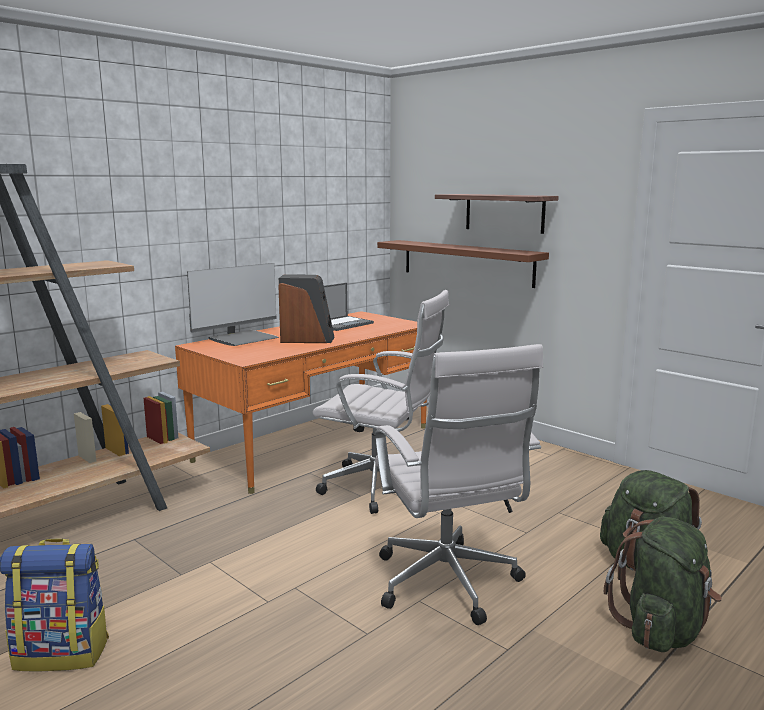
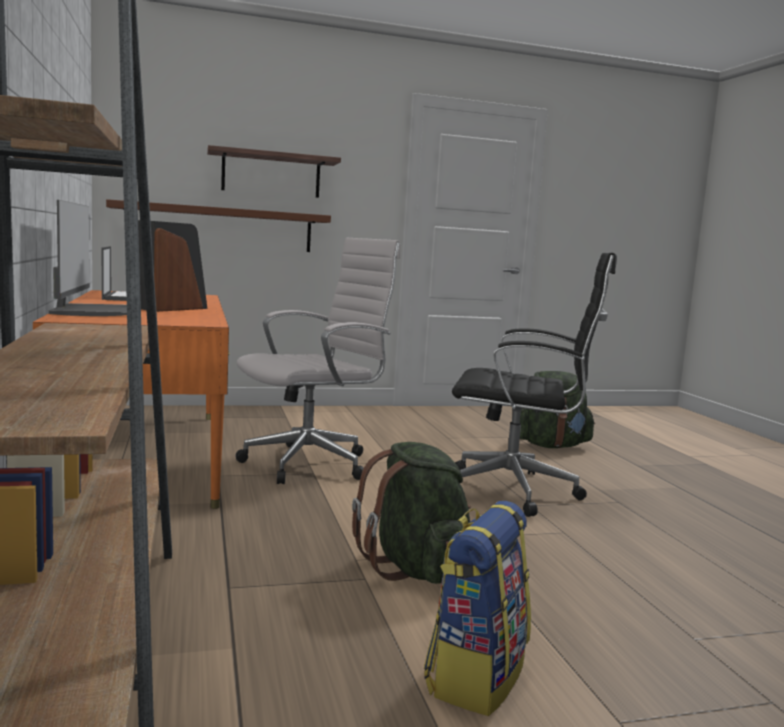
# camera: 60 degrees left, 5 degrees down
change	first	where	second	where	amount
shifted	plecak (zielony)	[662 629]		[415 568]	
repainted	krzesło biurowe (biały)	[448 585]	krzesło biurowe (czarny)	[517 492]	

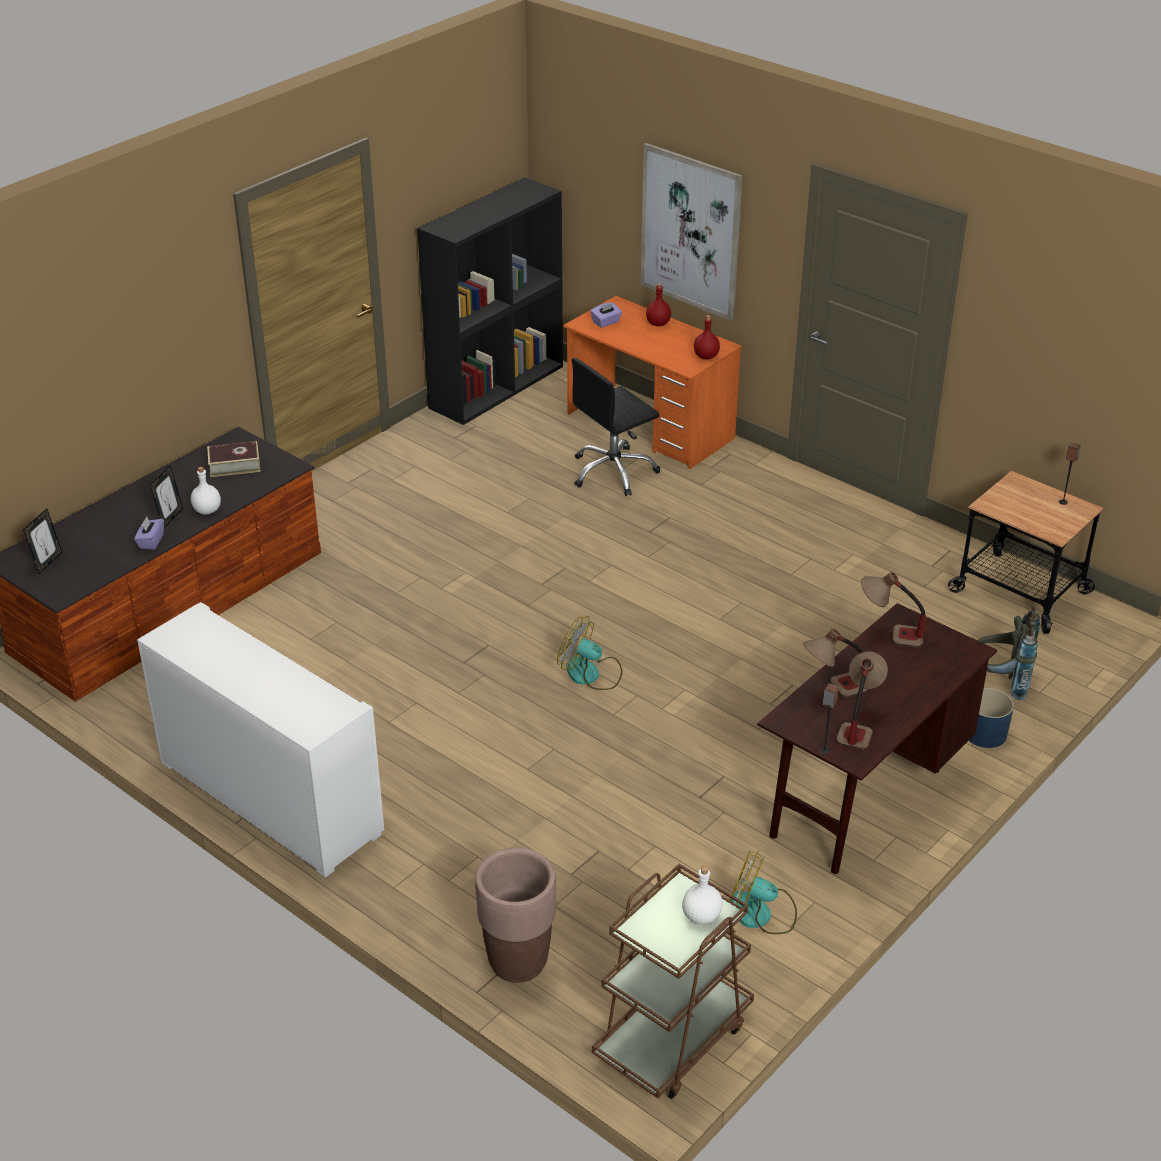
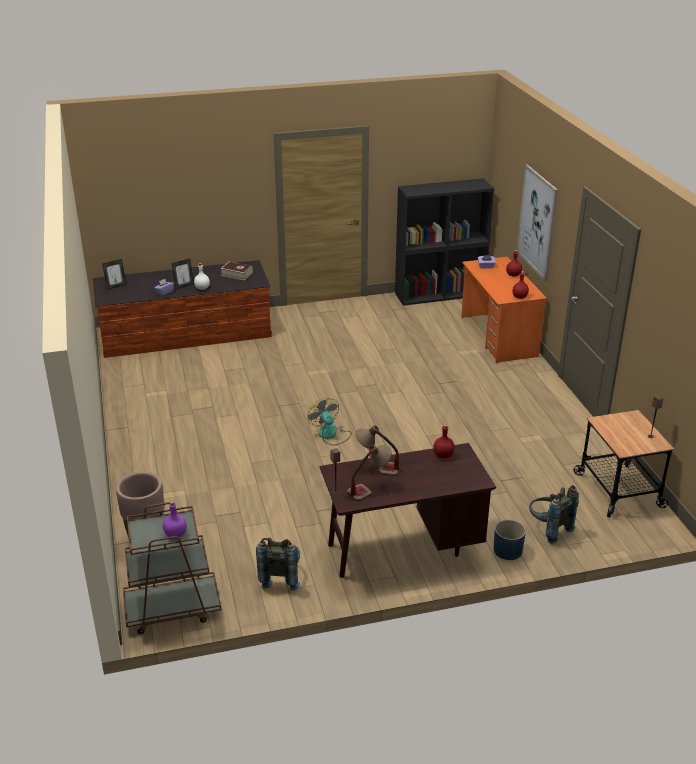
# camera: 35 degrees right, 5 degrees down
change	first	where	second	where	amount
gone	szafka (biały)	[270 797]			
gone	krzesło biurowe (czarny)	[613 472]			
swapped	wentylator	[760 914]	plecak (szary)	[280 576]	
swapped	lampa stołowa	[889 635]	butelka (czerwony)	[443 455]	
repainted	butelka (biały)	[702 917]	butelka (fioletowy)	[175 534]	

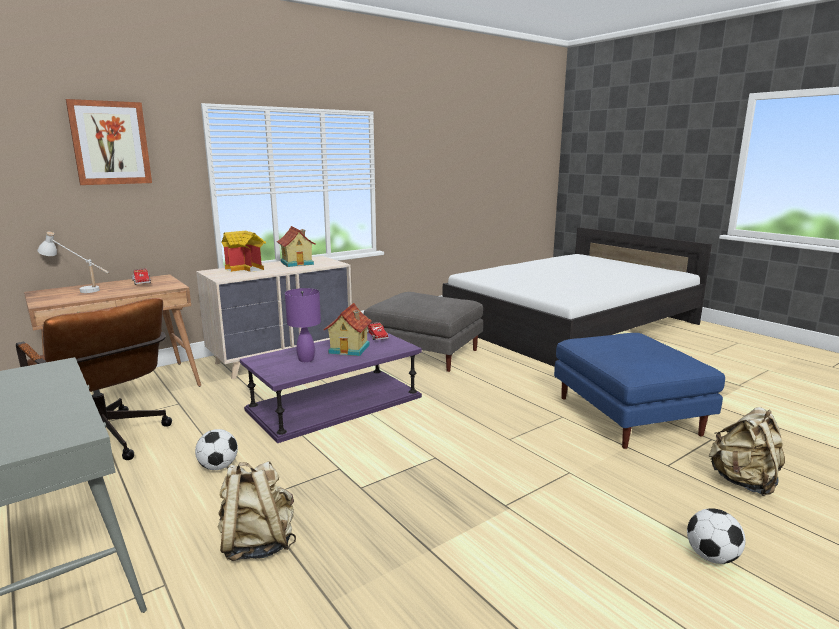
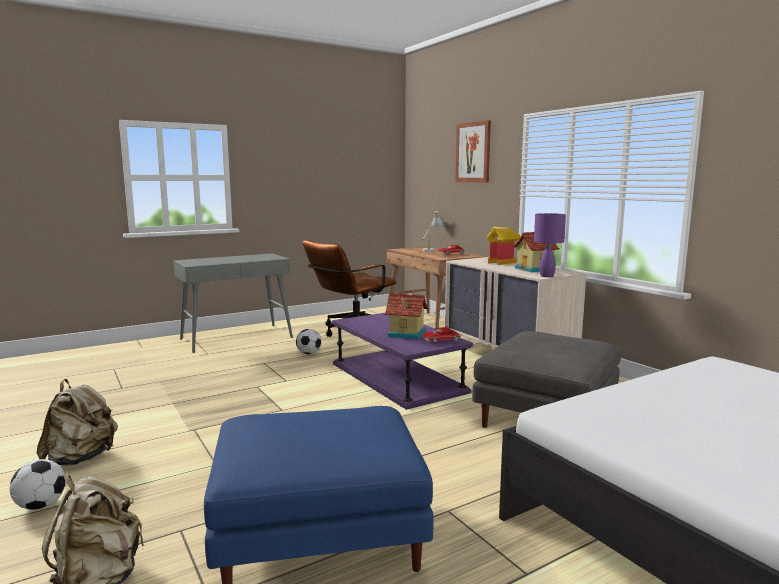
# camera: 95 degrees right, 5 degrees down
change	first	where	second	where	amount
shifted	plecak (beżowy)	[258 544]		[81 459]	
shifted	lampa stołowa (fioletowy)	[306 359]		[547 276]	

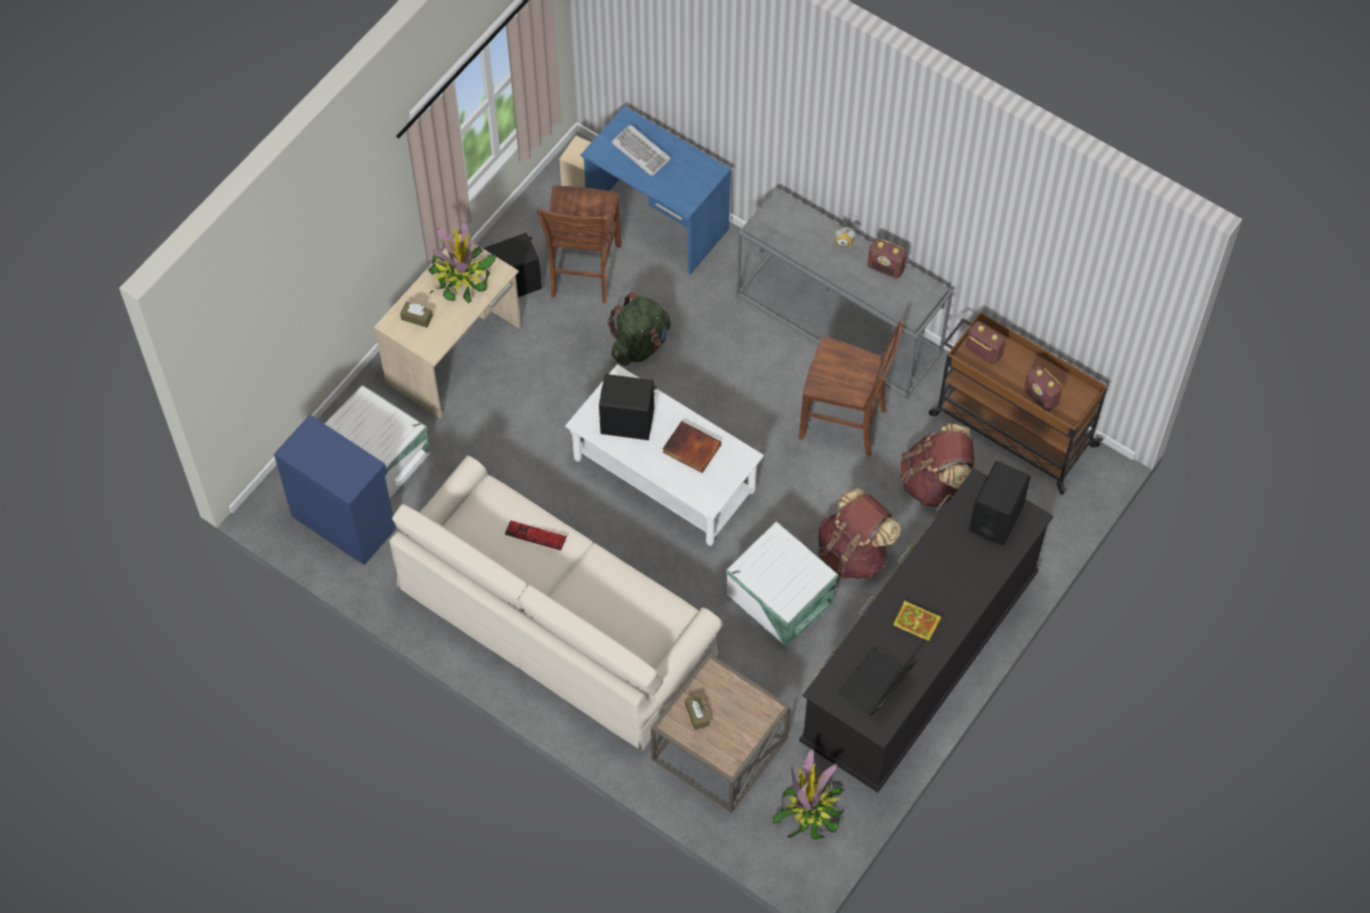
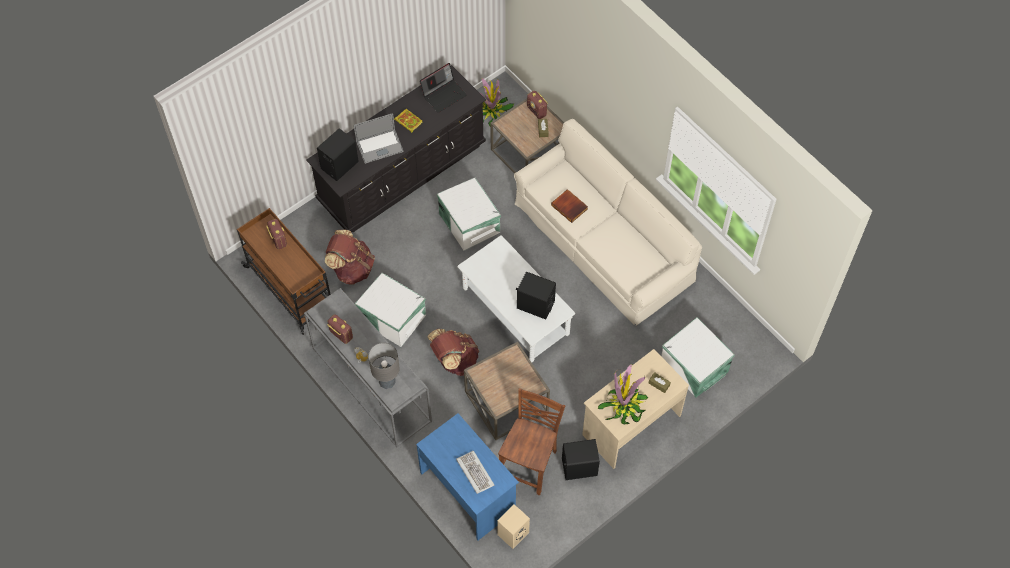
# camera: 165 degrees left, 0 degrees up
change	first	where	second	where	amount
gone	szafka (niebieski)	[344 521]			
gone	klawiatura	[535 536]			
new			laptop	[379 146]	
new			lampa stołowa (szary)	[387 381]	
shifted	książka	[691 449]		[570 207]	
shifted	plecak (brązowy)	[853 553]		[454 360]	
shifted	radio	[983 352]		[537 111]	
swapped	plecak (zielony)	[640 344]	stolik (brązowy)	[506 402]	
swapped	krzesło (brązowy)	[845 423]	pojemnik do przechowywania (biały)	[392 317]	

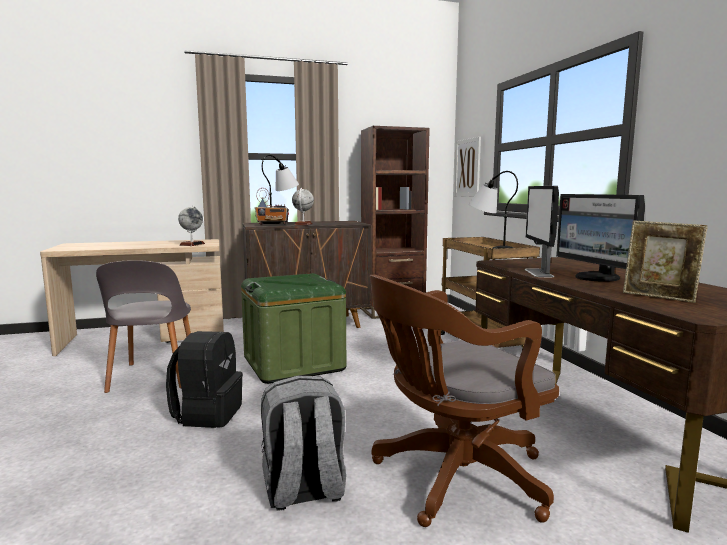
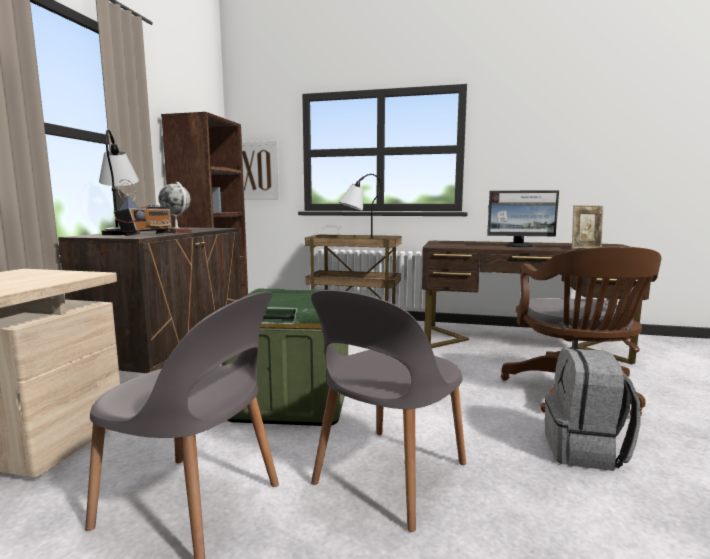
# camera: 60 degrees left, 0 degrees up
change	first	where	second	where	amount
gone	globus	[192 244]			
gone	monitor	[538 273]			
swapped	plecak (czarny)	[208 414]	krzesło (szary)	[388 476]	

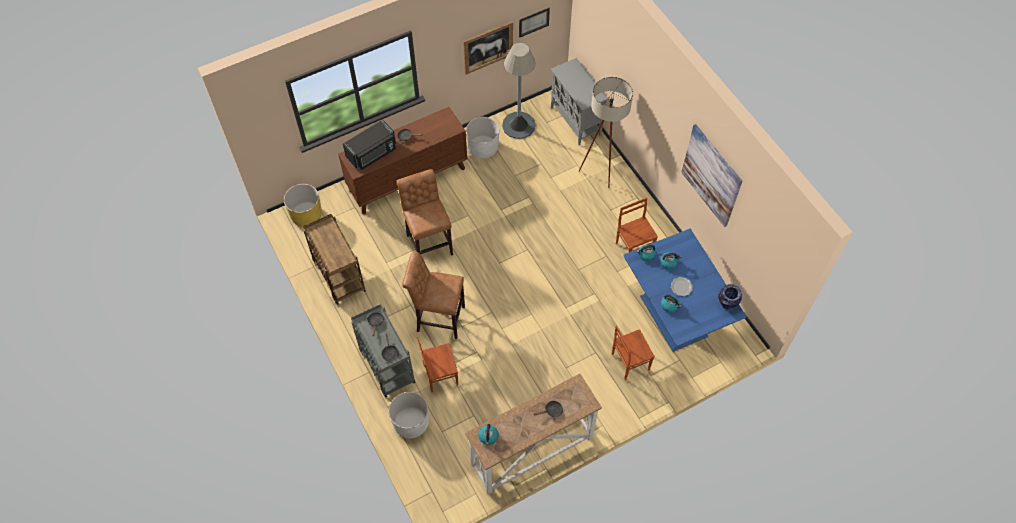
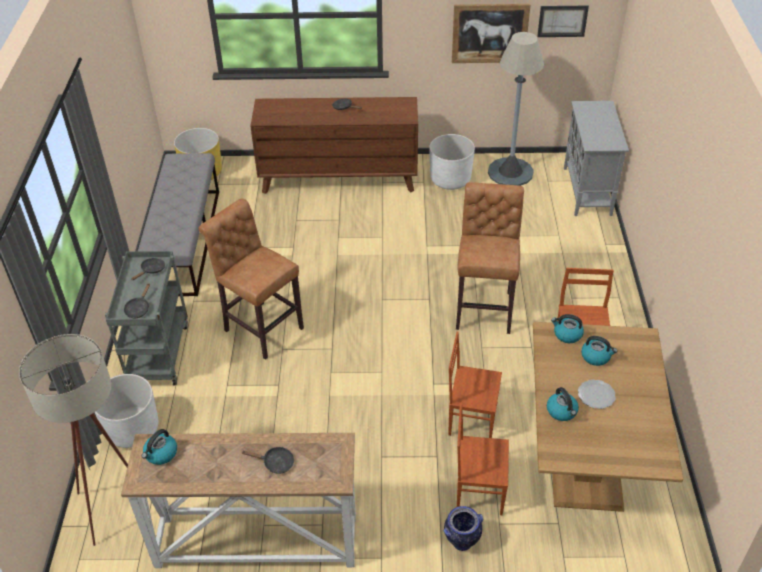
# camera: 30 degrees right, 15 degrees down
change	first	where	second	where	amount
gone	mikrofalówka (czarny)	[372 153]			
gone	obraz	[711 175]			
shifted	stołek (brązowy)	[428 242]		[484 307]	
shifted	krzesło (brązowy)	[440 374]		[472 419]	
shifted	lampa stojąca (beżowy)	[601 169]		[115 506]	
shifted	wazon	[726 305]		[461 543]	
swapped	wózek (brązowy)	[338 276]	ławka (szary)	[185 240]	
repainted	stół jadalny (niebieski)	[674 315]	stół jadalny (brązowy)	[586 460]	

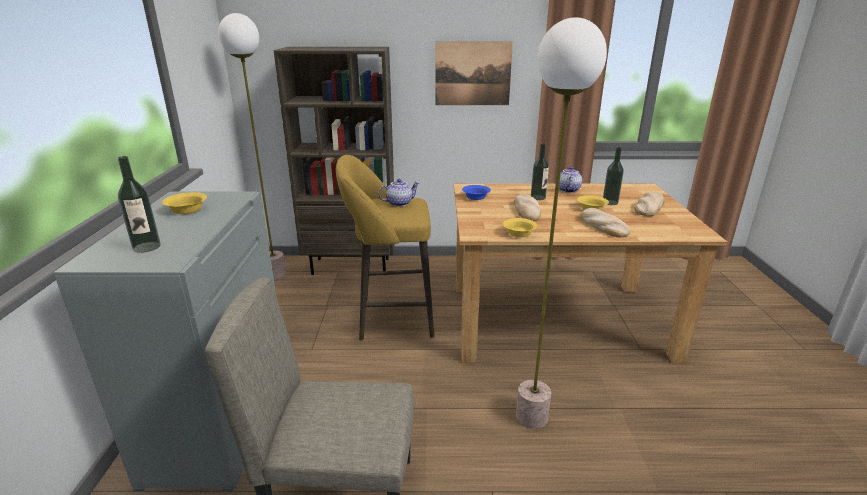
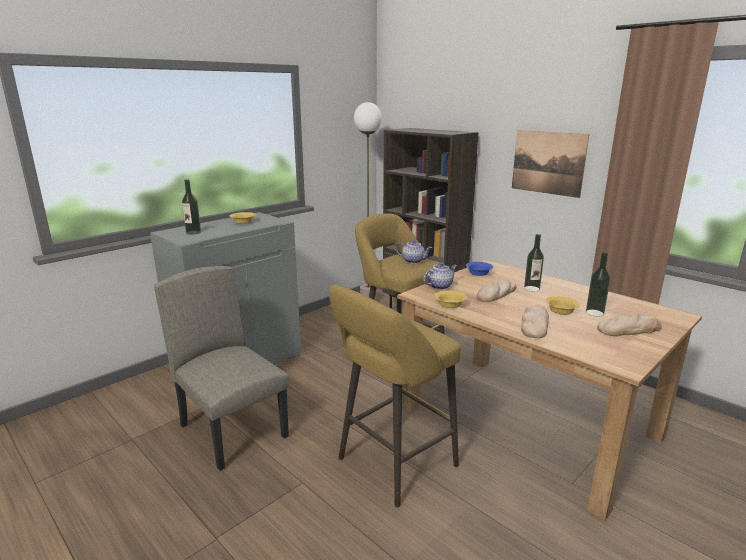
# camera: 45 degrees right, 5 degrees down
change	first	where	second	where	amount
shifted	imbryk	[567 190]		[439 286]	
swapped	lampa stojąca	[531 417]	stołek (żółty)	[392 465]	

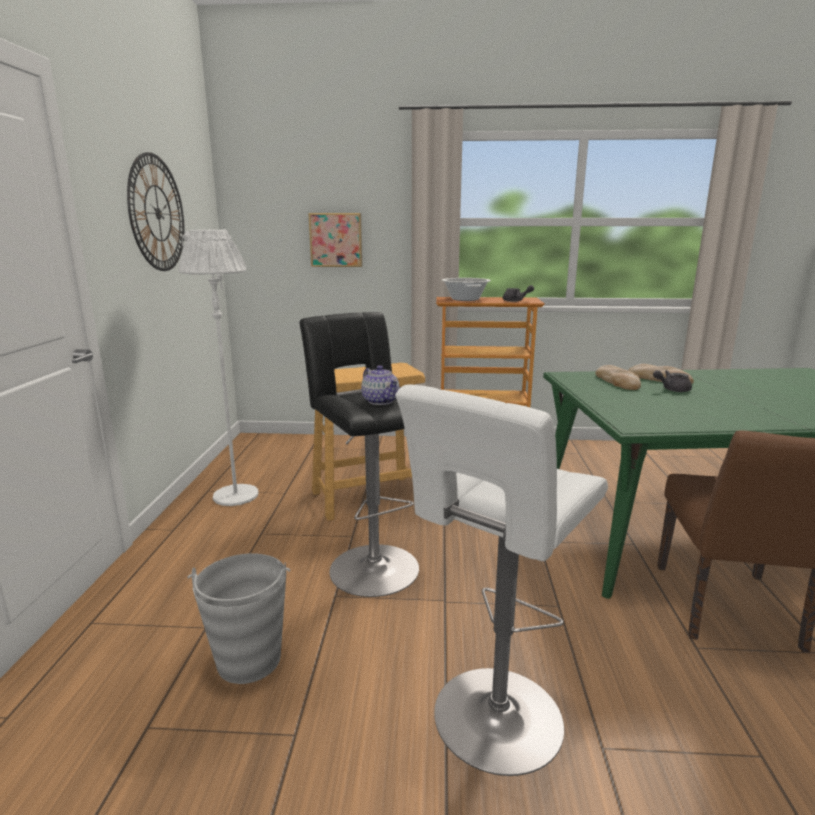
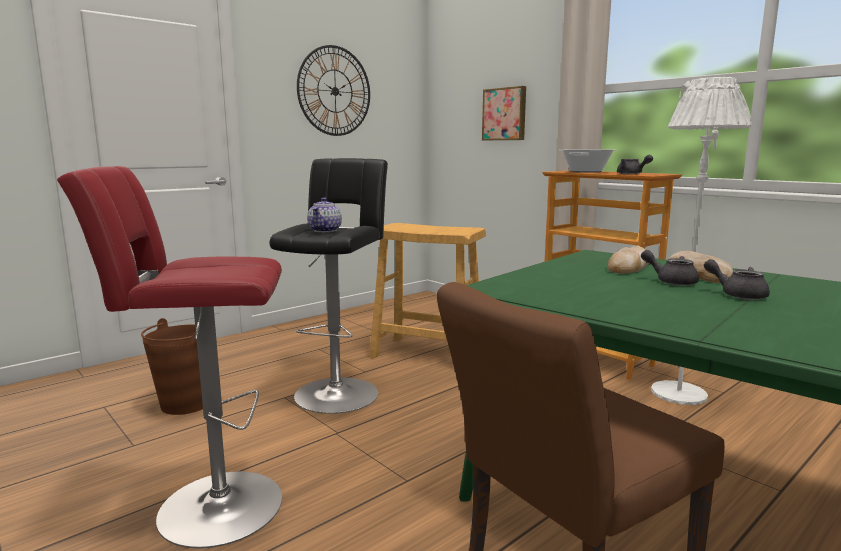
# camera: 45 degrees right, 5 degrees down
change	first	where	second	where	amount
new			imbryk (szary)	[737 294]	
shifted	lampa stojąca (biały)	[236 495]		[678 393]	
repainted	wiadro (szary)	[248 660]	wiadro (brązowy)	[185 404]	
repainted	stołek (biały)	[493 724]	stołek (czerwony)	[211 507]	

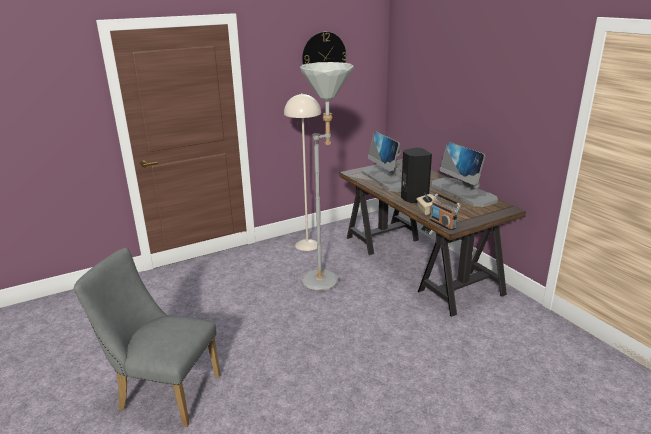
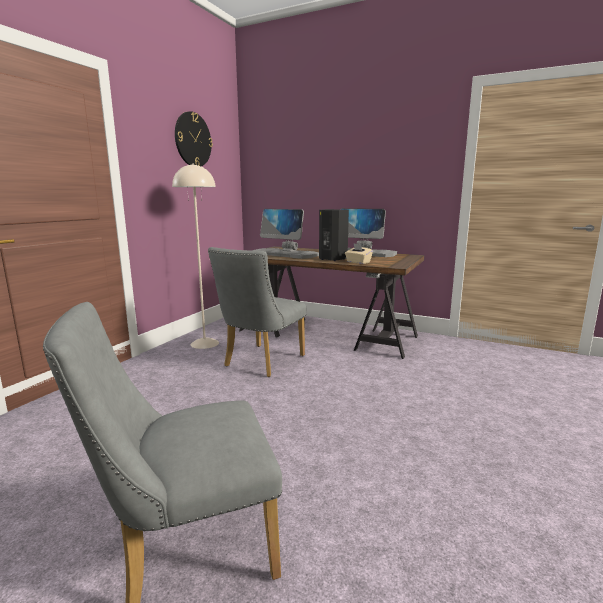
# camera: 35 degrees left, 10 degrees down
change	first	where	second	where	amount
gone	radio	[442 224]			
swapped	lampa stojąca (szary)	[327 279]	krzesło (szary)	[260 362]	

